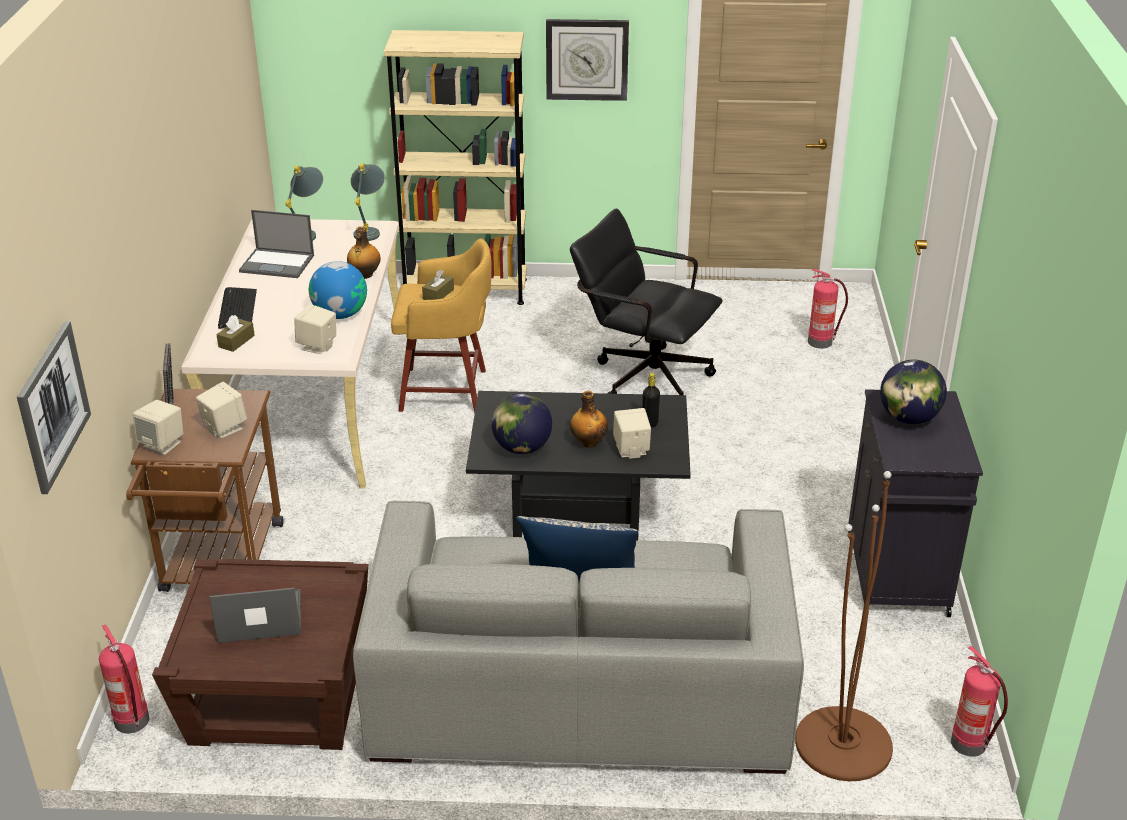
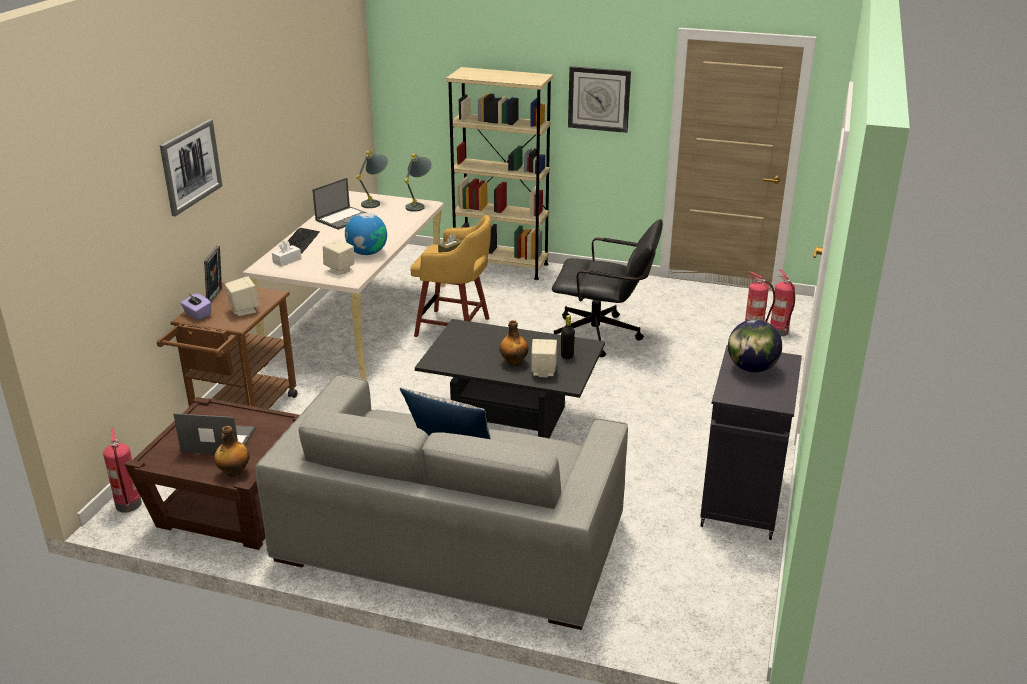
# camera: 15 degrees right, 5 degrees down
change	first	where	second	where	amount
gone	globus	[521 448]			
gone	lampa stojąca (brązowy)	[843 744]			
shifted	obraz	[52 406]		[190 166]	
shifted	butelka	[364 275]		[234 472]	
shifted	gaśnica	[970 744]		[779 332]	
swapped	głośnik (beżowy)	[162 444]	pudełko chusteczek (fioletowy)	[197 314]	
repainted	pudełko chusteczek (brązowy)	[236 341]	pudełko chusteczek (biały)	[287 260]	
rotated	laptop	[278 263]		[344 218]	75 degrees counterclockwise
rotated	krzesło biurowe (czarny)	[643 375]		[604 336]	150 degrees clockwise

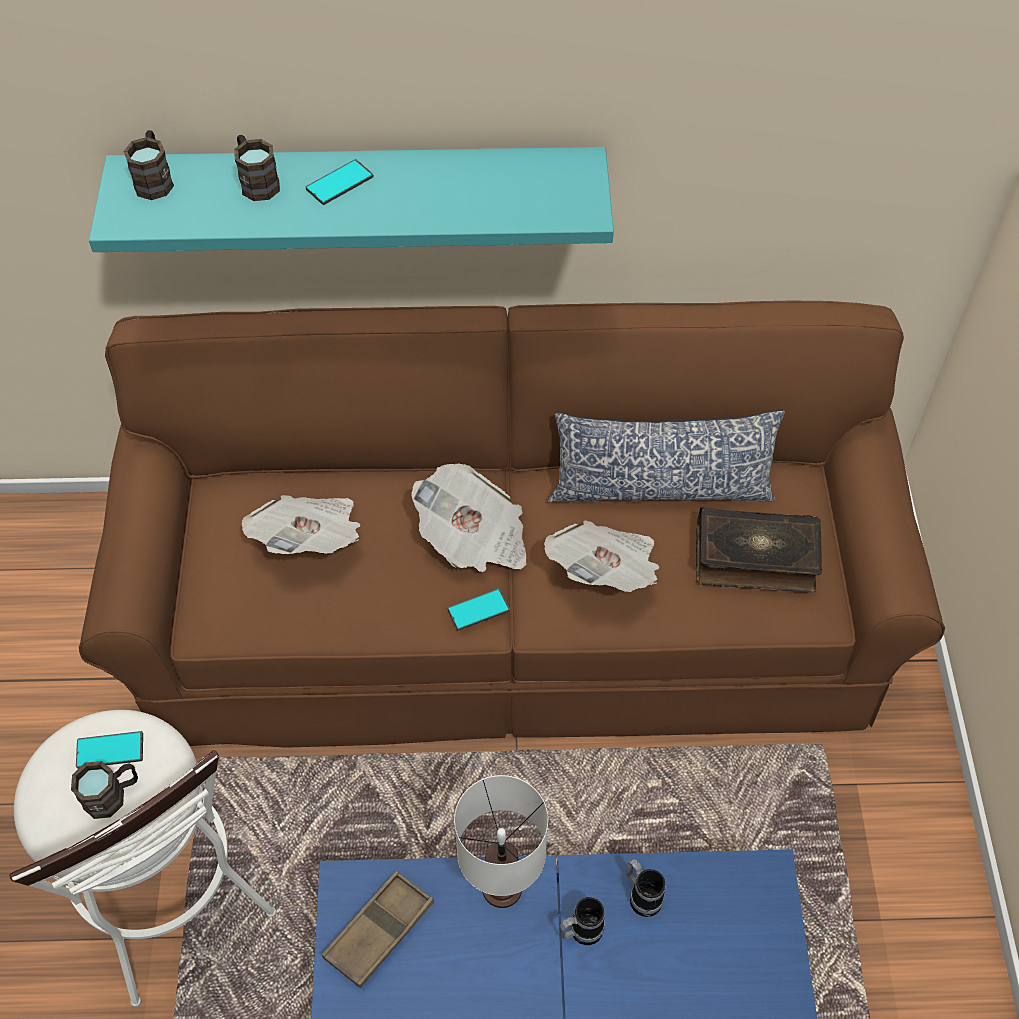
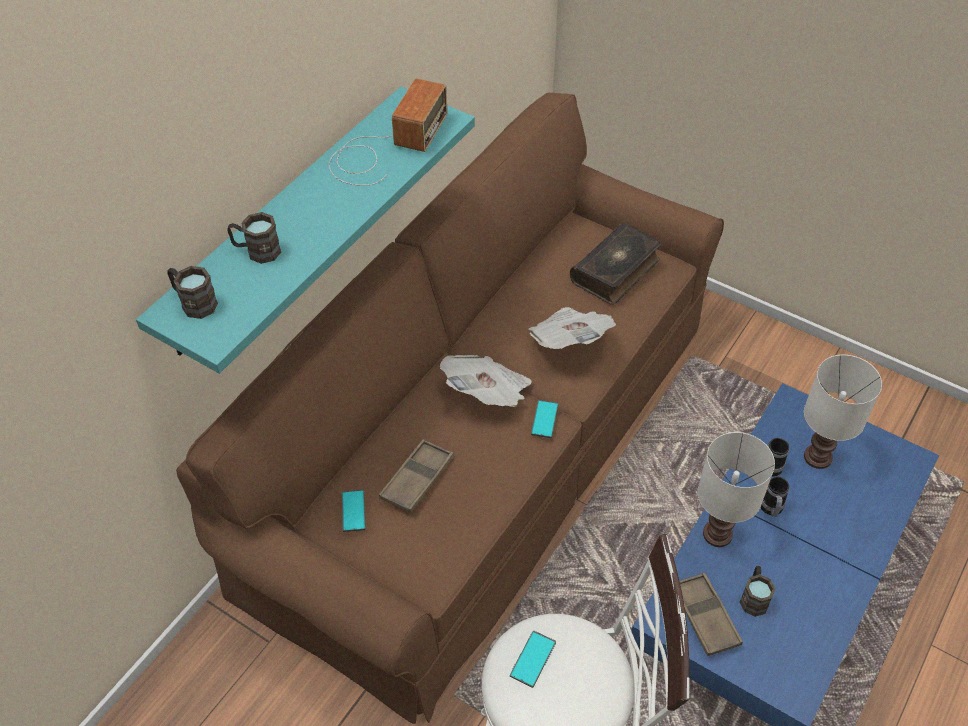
# camera: 55 degrees left, 5 degrees down
change	first	where	second	where	amount
gone	poduszka	[660 488]			
new			radio	[386 147]	
new			lampa stołowa (biały)	[819 457]	
shifted	kubek (brązowy)	[112 795]		[754 597]	
shifted	telefon	[339 183]		[353 511]	
swapped	gazeta	[310 540]	taca (brązowy)	[417 479]	

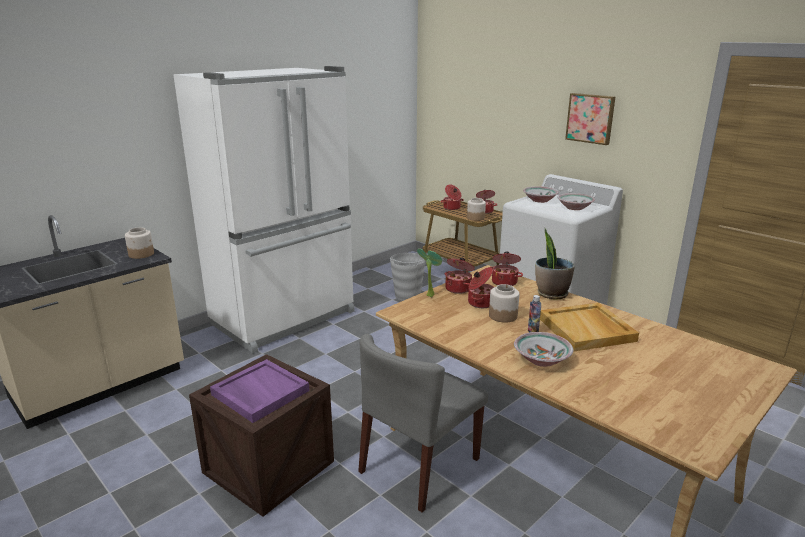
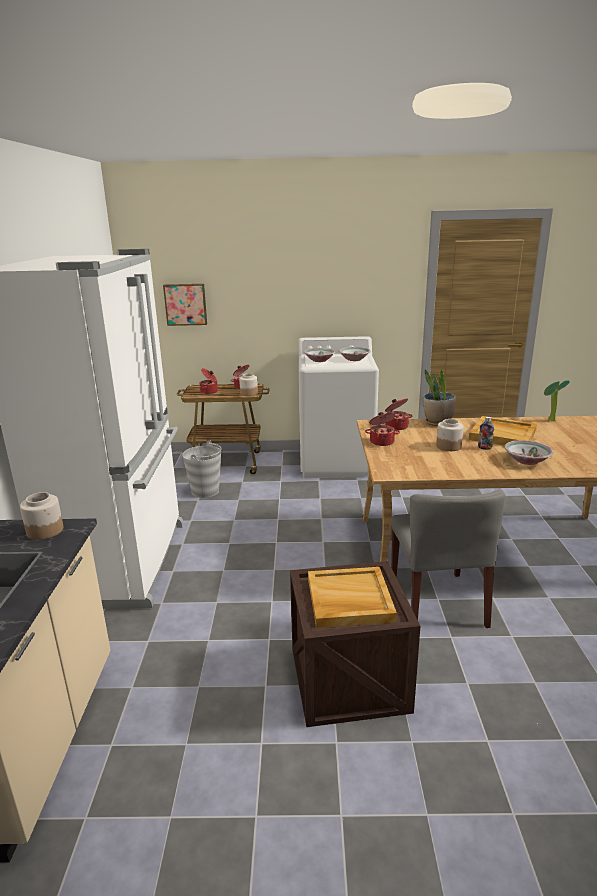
# camera: 45 degrees left, 0 degrees up
change	first	where	second	where	amount
gone	garnek	[480 303]			
shifted	roślina doniczkowa	[429 294]		[550 420]	
shifted	obraz	[590 118]		[185 304]	
repainted	taca (fioletowy)	[259 392]	taca (beżowy)	[349 600]	

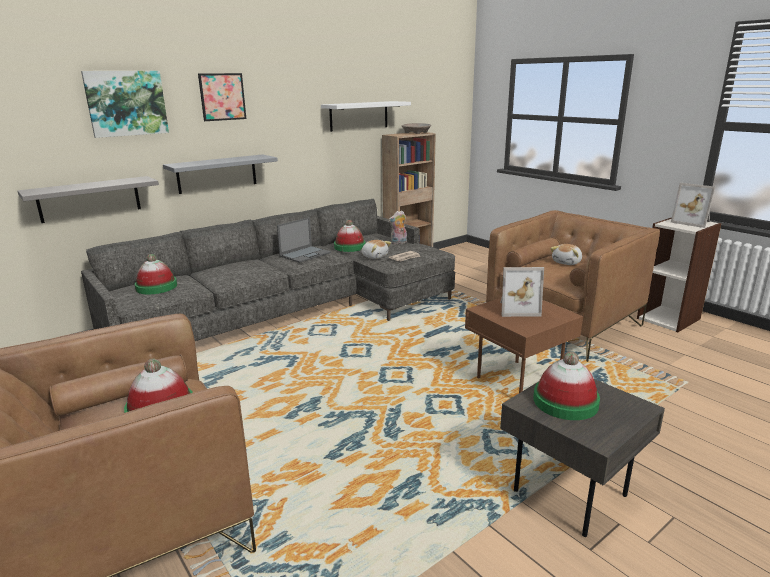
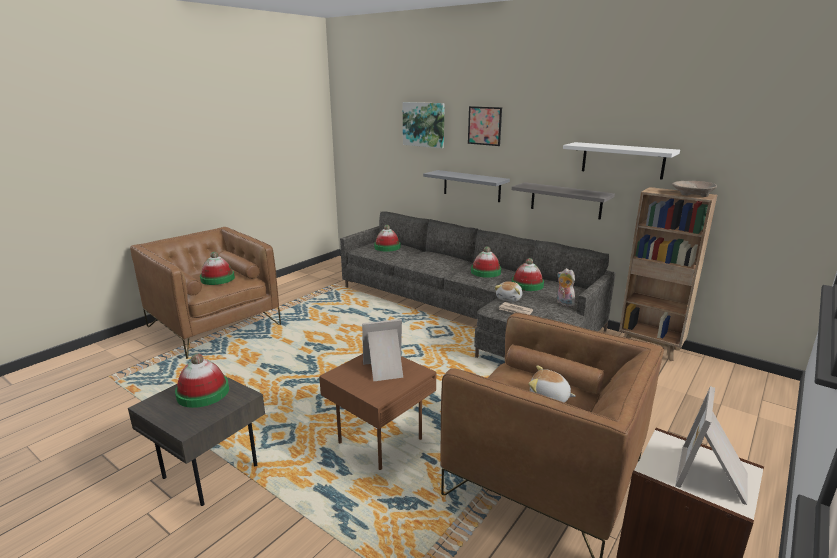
# camera: 75 degrees right, 0 degrees up
change	first	where	second	where	amount
shifted	półka (szary)	[89 199]		[566 200]	
swapped	laptop	[305 254]	kapelusz	[485 272]	
rotated	ramka na zdjęcie	[517 309]		[385 370]	90 degrees clockwise

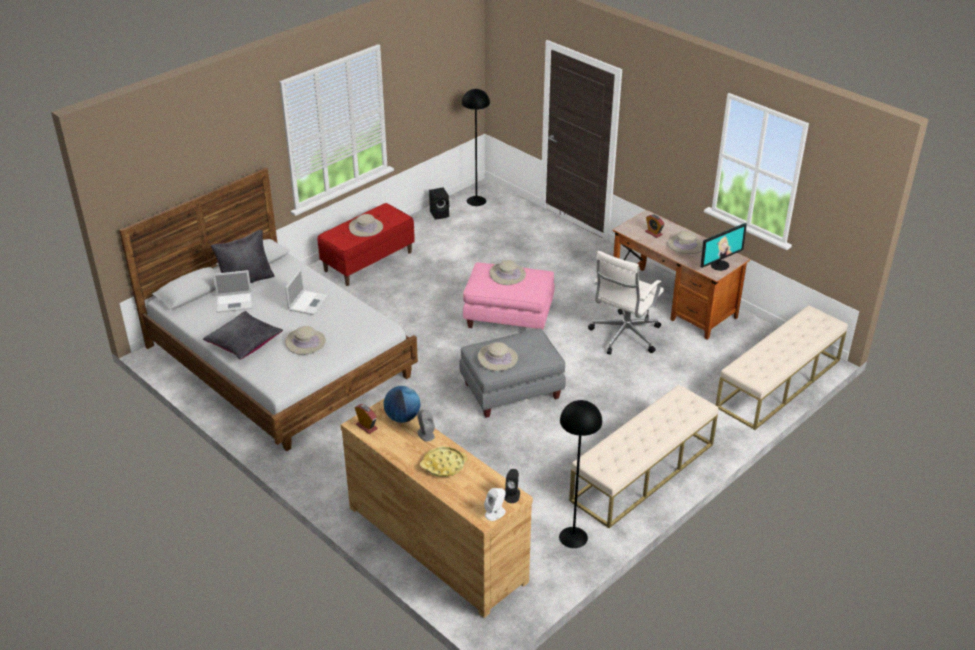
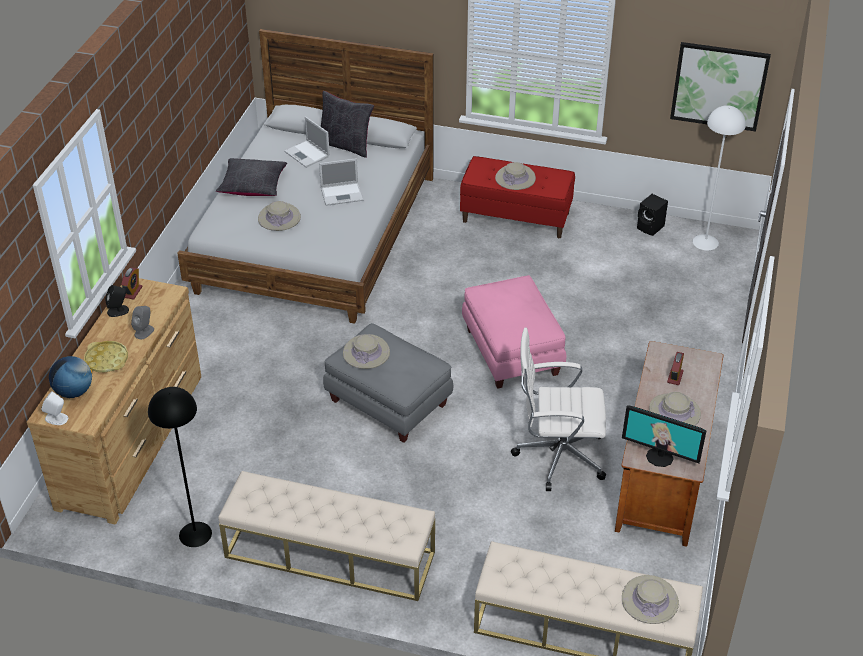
# camera: 60 degrees right, 5 degrees up
change	first	where	second	where	amount
new			obraz	[719 86]	
shifted	globus	[402 418]		[74 392]	
shifted	kapelusz (beżowy)	[507 274]		[650 600]	
shifted	głośnik (czarny)	[512 495]		[118 311]	
repainted	lampa stojąca (czarny)	[476 201]	lampa stojąca (biały)	[705 242]	

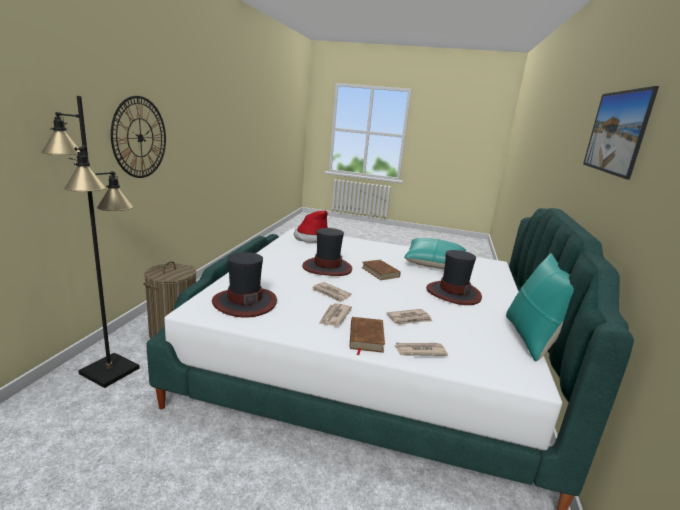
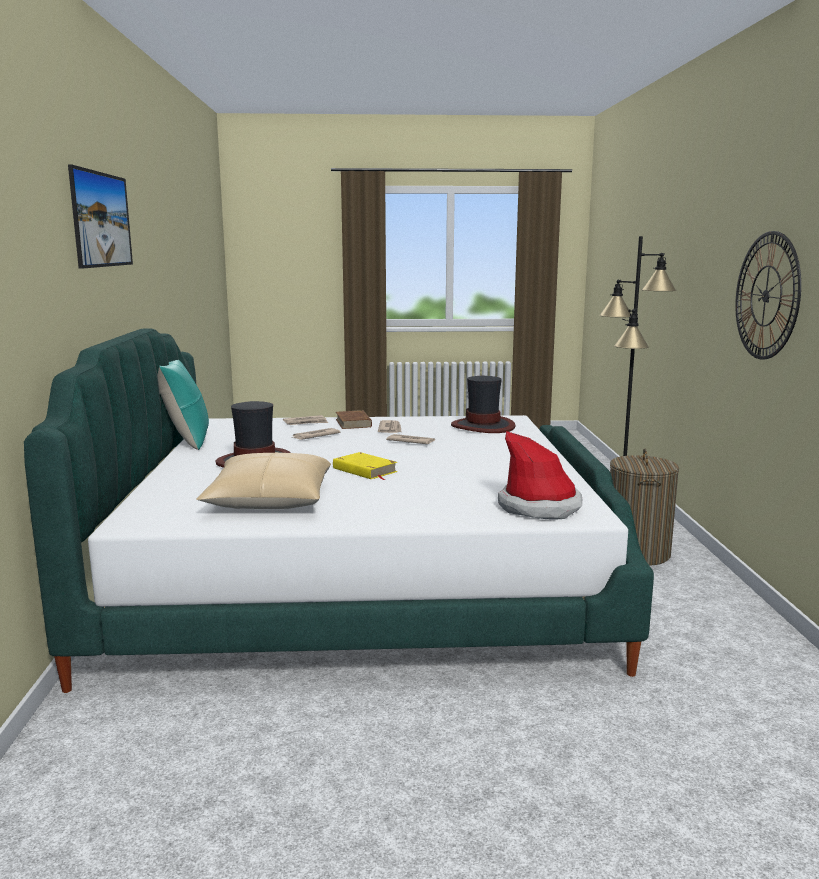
# camera: 165 degrees right, 5 degrees down
change	first	where	second	where	amount
gone	kapelusz	[327 268]			
repainted	książka (brązowy)	[380 272]	książka (żółty)	[364 470]	
repainted	poduszka (turkusowy)	[434 263]	poduszka (beżowy)	[269 500]	

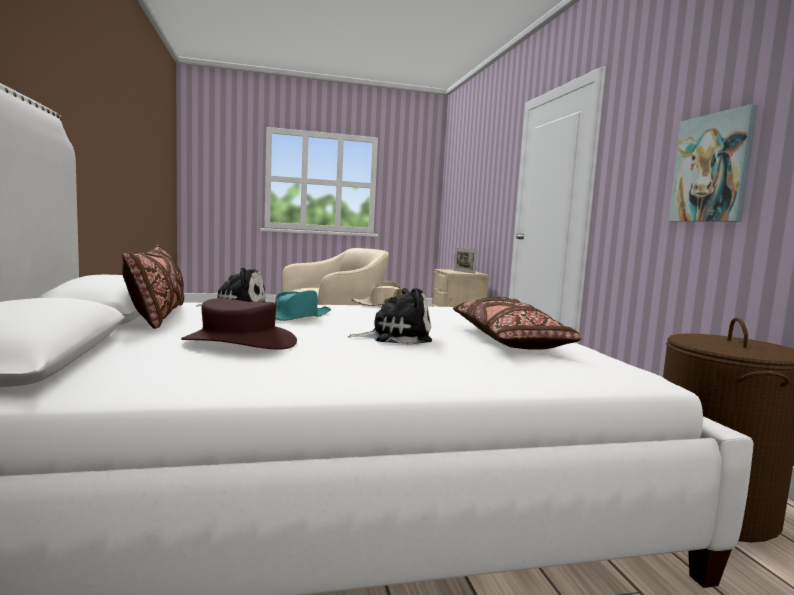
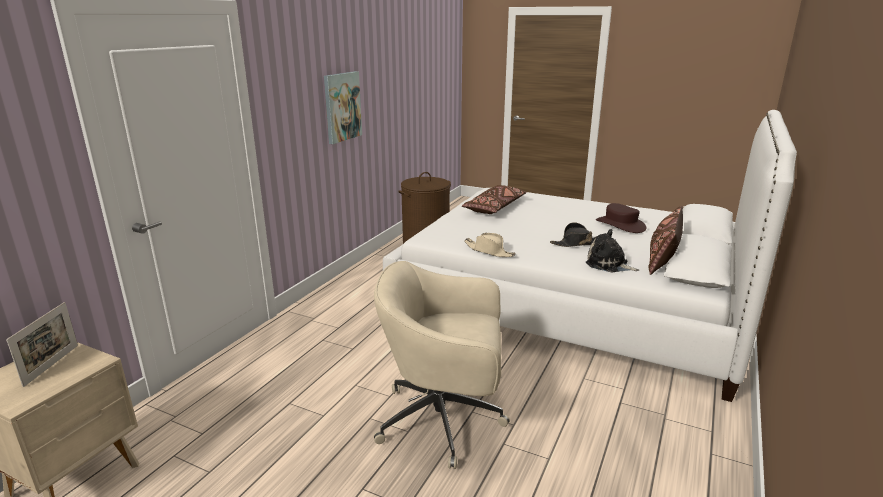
# camera: 140 degrees left, 15 degrees up
change	first	where	second	where	amount
gone	pluszak	[396 337]			
repainted	kapelusz (turkusowy)	[296 317]	kapelusz (czarny)	[576 243]	

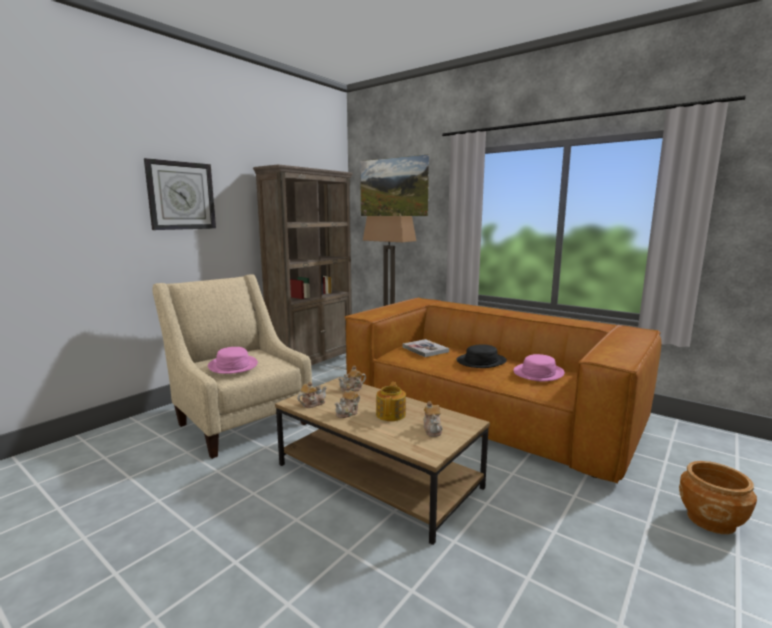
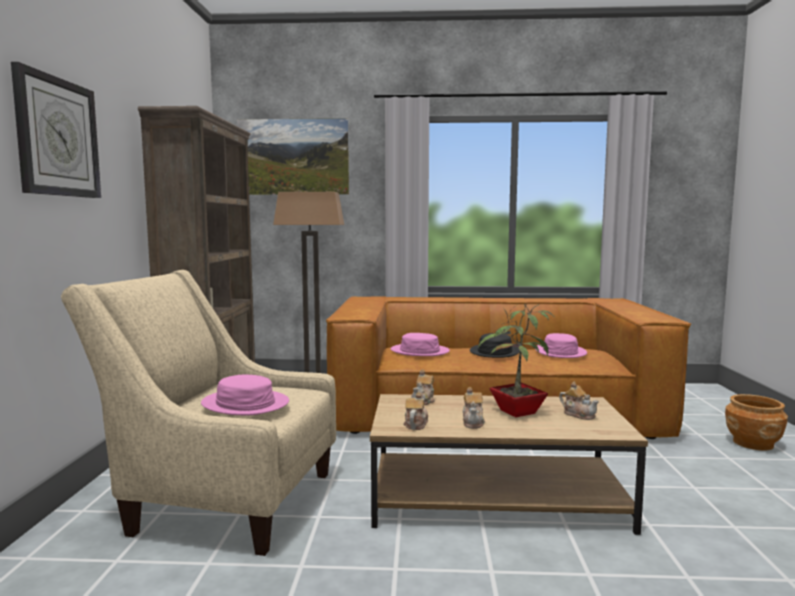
# camera: 35 degrees left, 5 degrees down
change	first	where	second	where	amount
swapped	imbryk	[391 414]	roślina doniczkowa	[515 412]	
swapped	książka	[425 349]	kapelusz (różowy)	[420 351]	

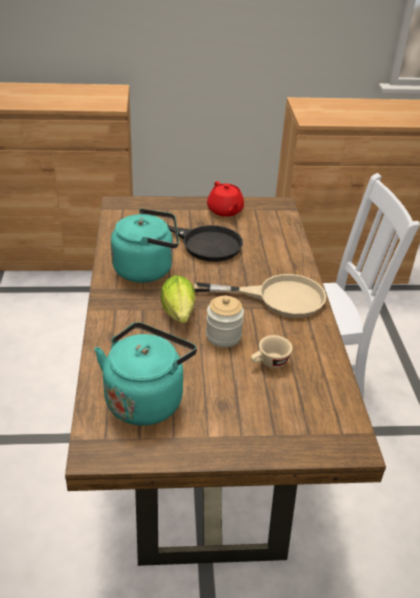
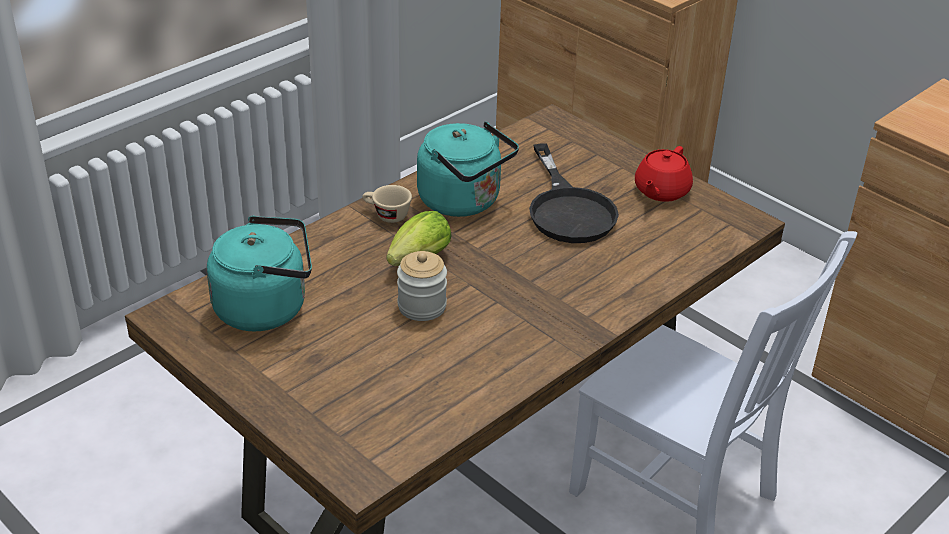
# camera: 50 degrees right, 0 degrees up
change	first	where	second	where	amount
gone	patelnia (beżowy)	[278 297]			
shifted	filiżanka (beżowy)	[269 363]		[386 215]	

